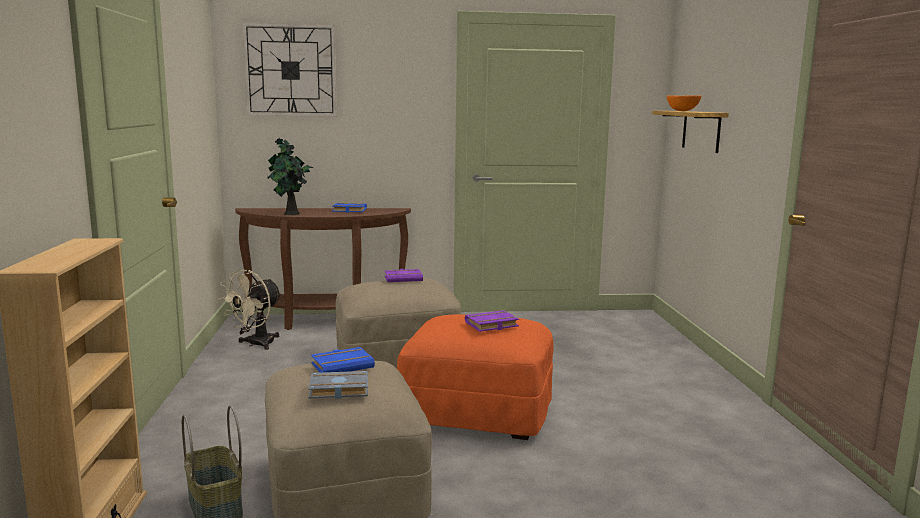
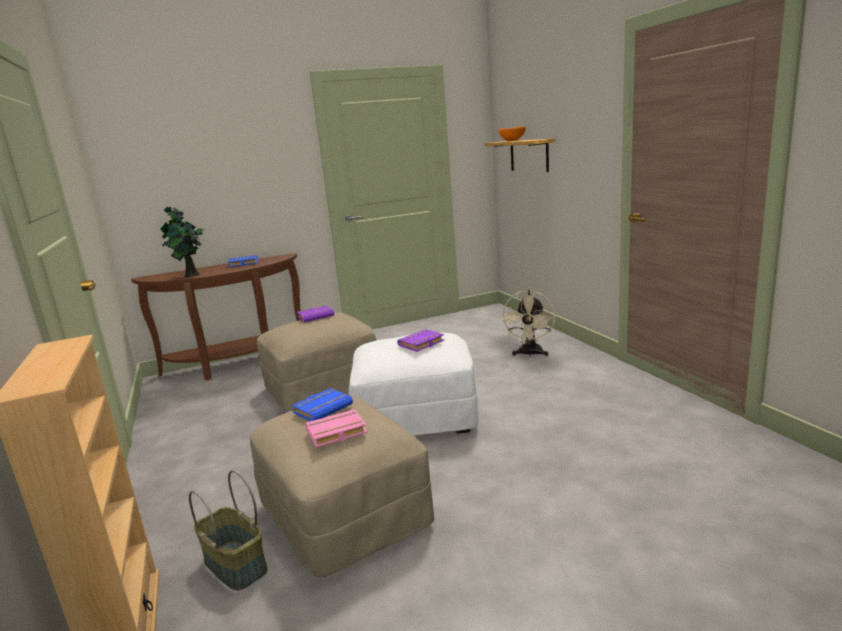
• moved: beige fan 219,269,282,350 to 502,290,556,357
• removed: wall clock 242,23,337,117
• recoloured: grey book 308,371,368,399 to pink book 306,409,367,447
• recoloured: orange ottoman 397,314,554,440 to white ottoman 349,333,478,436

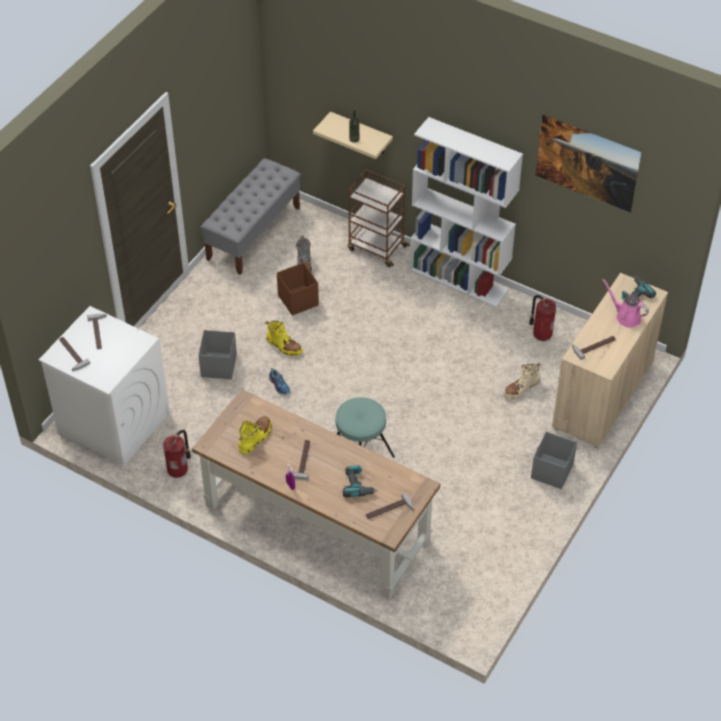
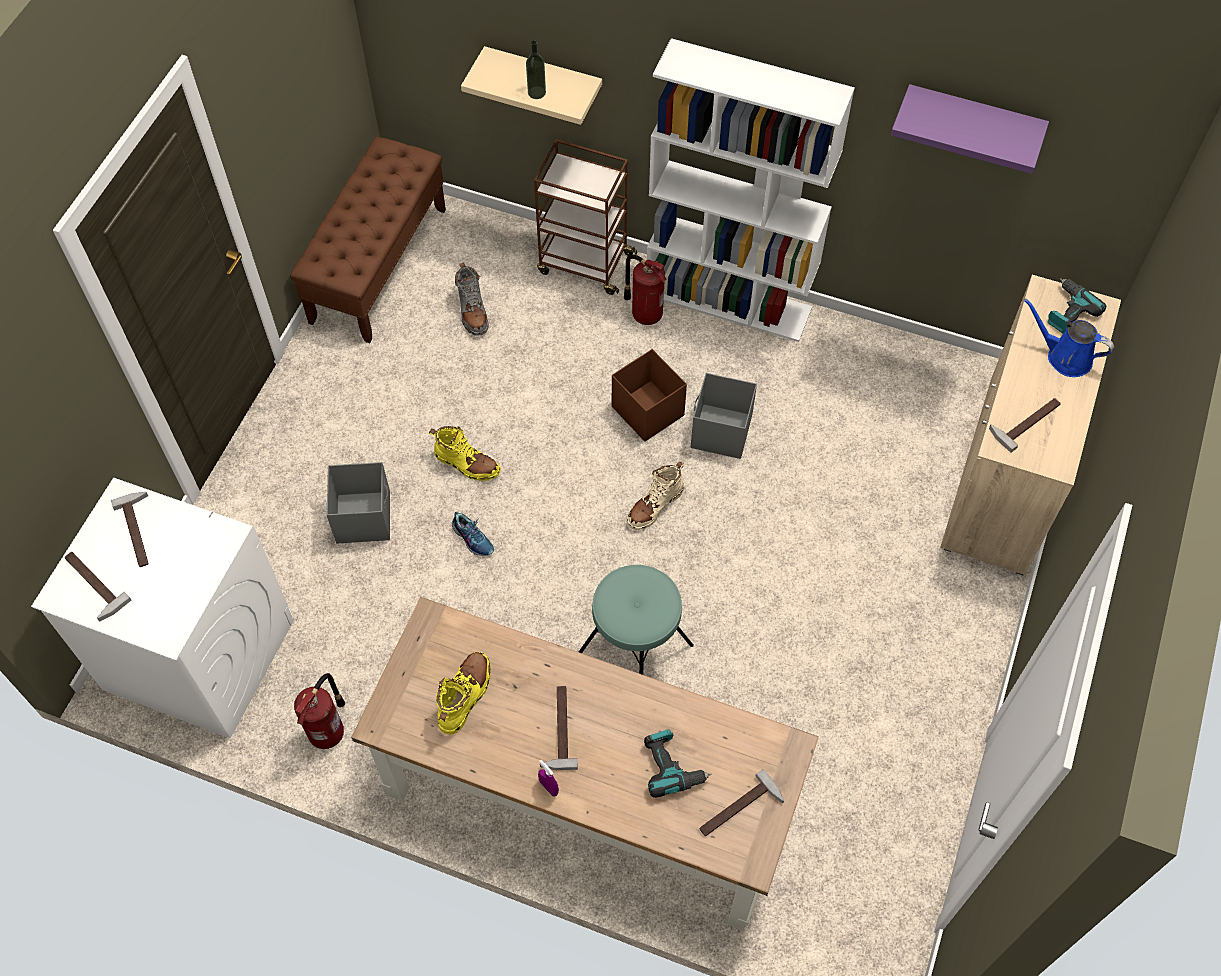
• recoloured: grey bench 201,158,301,275 to brown bench 290,137,446,343
• moved: brown storage box 277,262,319,316 to 612,349,687,442
• moved: beige boot 503,363,541,399 to 627,462,684,530
• moved: fire extinguisher 529,295,556,341 to 624,254,667,325
• moved: grey storage box 531,432,577,489 to 691,373,757,459
• replaced: picture 535,114,642,213 to purple shelf 891,84,1049,174
• recoloured: pink watering can 603,279,649,328 to blue watering can 1024,299,1114,377

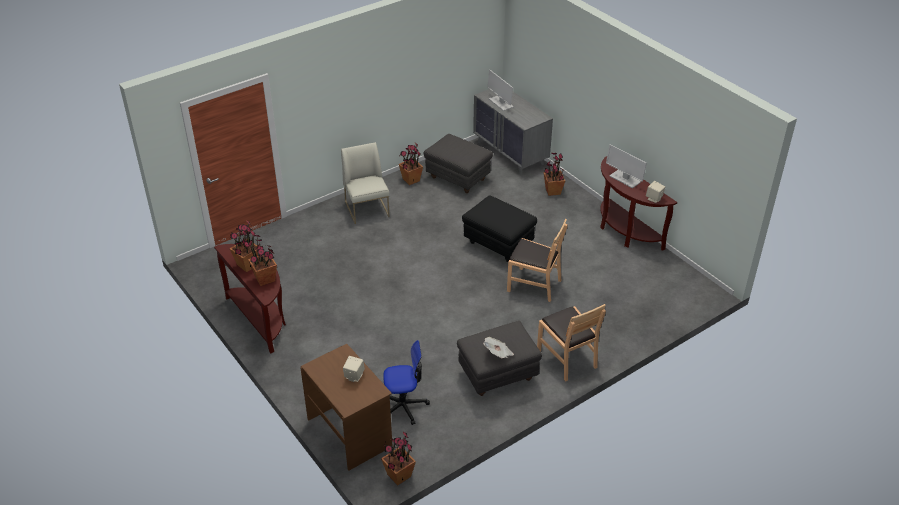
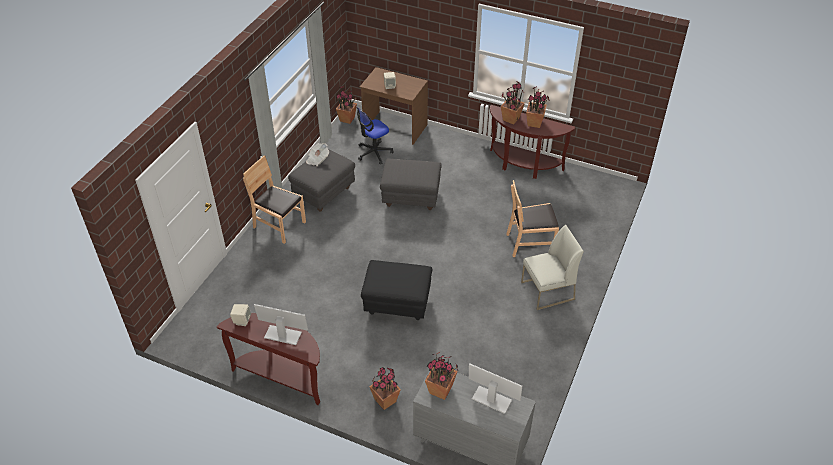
• turned: white chair 341,142,390,224 = 521,225,584,310 60 degrees counterclockwise
• moved: potted plant 399,143,423,185 to 425,352,458,400
• moved: grey ottoman 424,134,493,193 to 380,159,442,210
• moved: brown chair 507,219,568,302 to 506,180,559,257

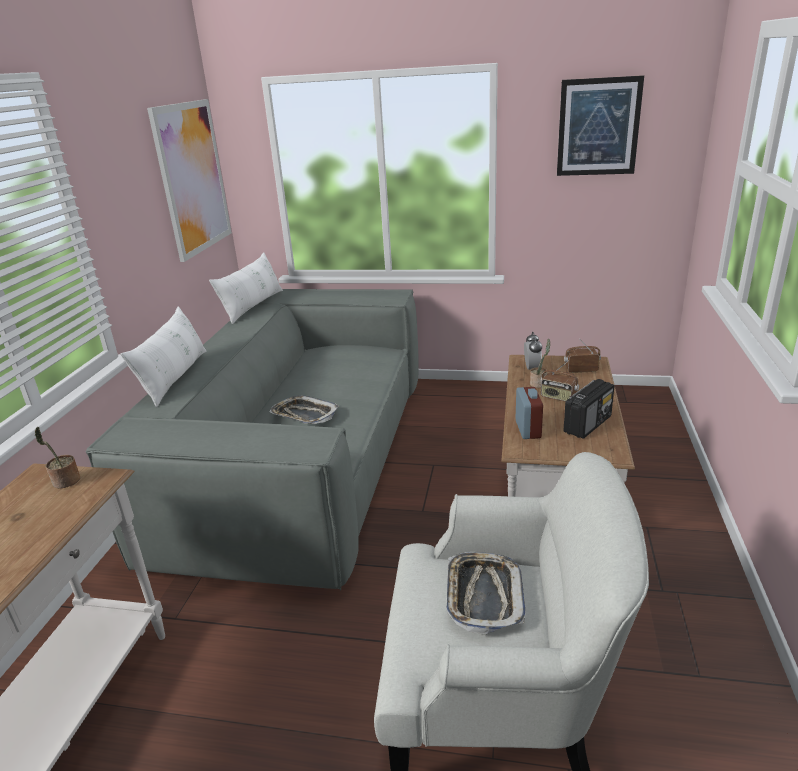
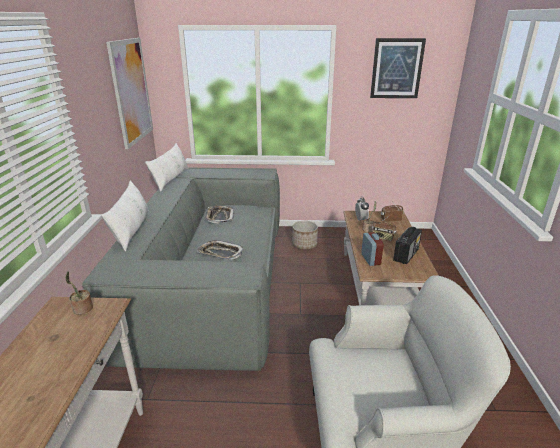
• moved: tray 446,552,526,634 to 205,206,234,224
• added: planter 292,221,318,249

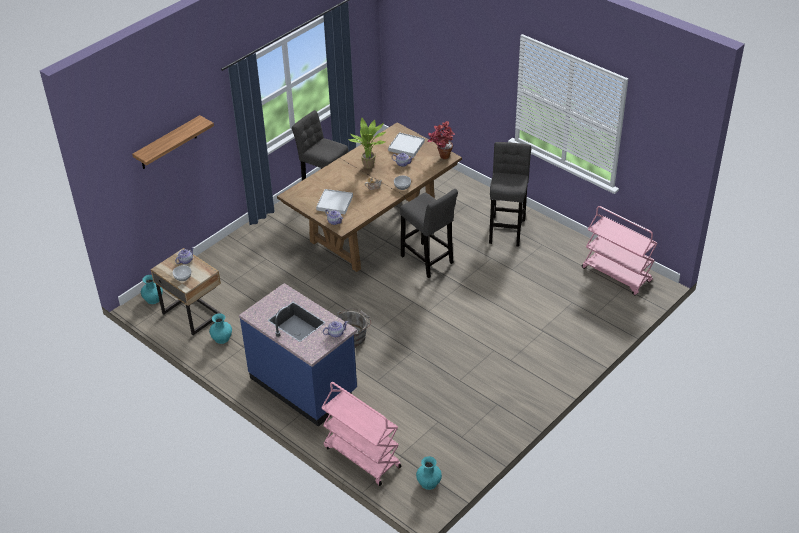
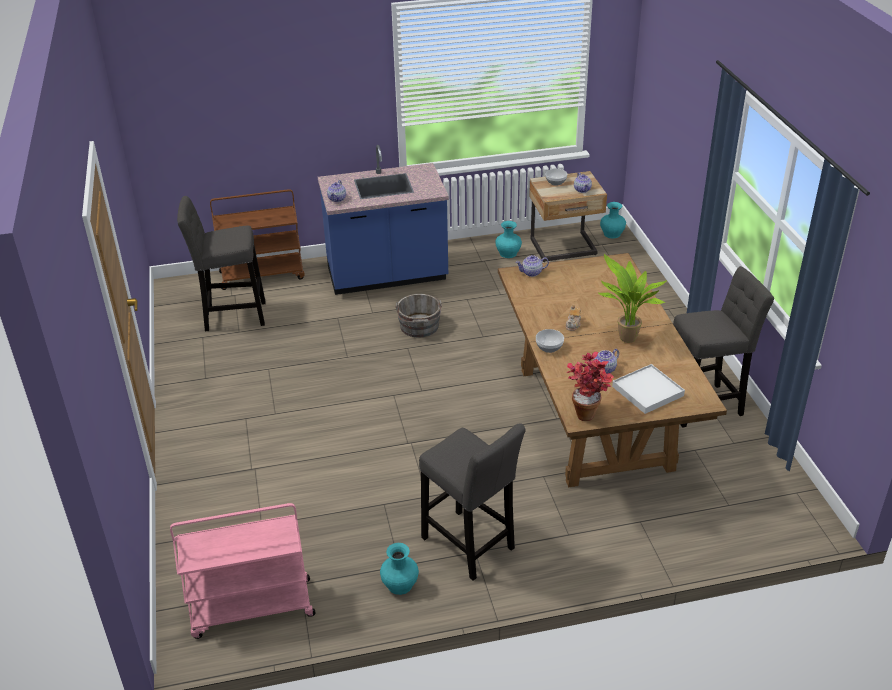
• removed: shelf 132,115,214,169
• removed: white tray 316,189,353,214
• recoloured: pink cart 321,382,401,486 to brown cart 210,189,304,290
• moved: grey stool 400,189,458,278 to 177,196,266,331
• moved: turquoise vase 416,456,442,490 to 380,543,419,595

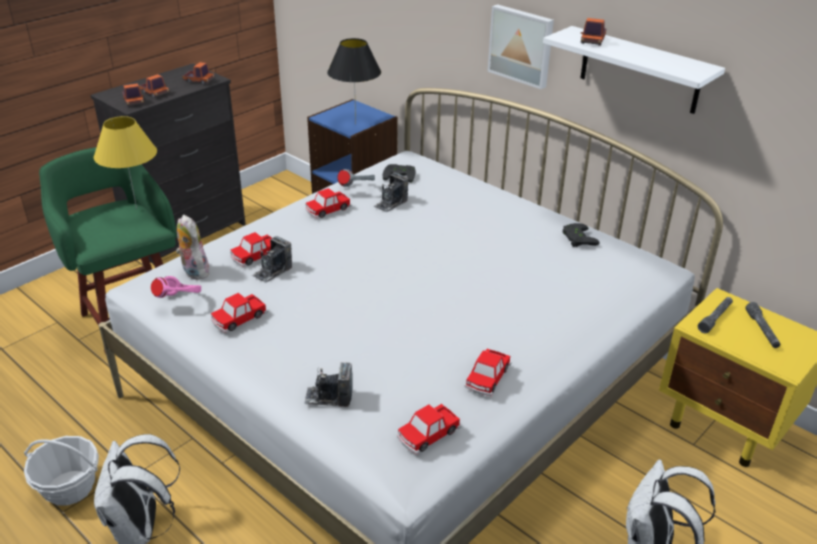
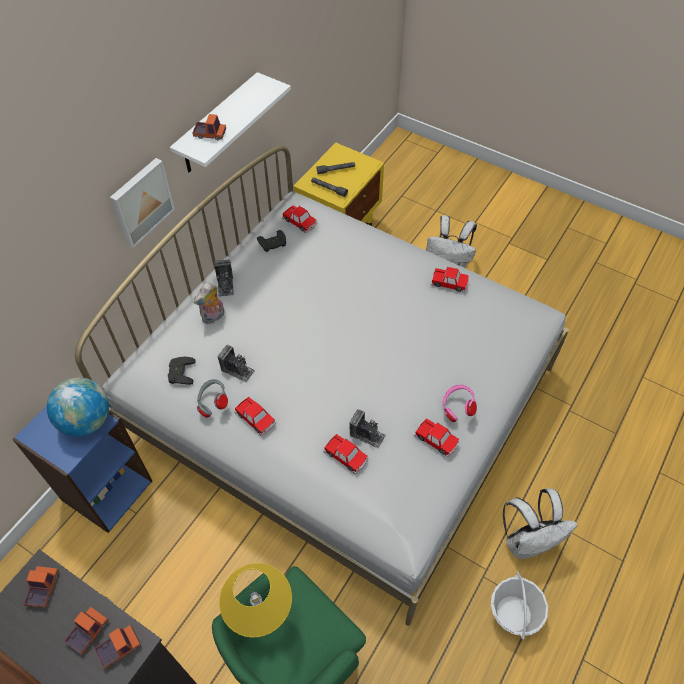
• moved: pink headphones 151,276,201,298 to 442,385,477,422
• moved: plush toy 176,215,209,280 to 194,281,225,324
• moved: photo camera 304,362,353,407 to 214,259,234,297
• replaced: black table lamp 327,38,381,124 to globe 47,377,109,436
• moved: toy car 397,404,461,455 to 282,205,317,233

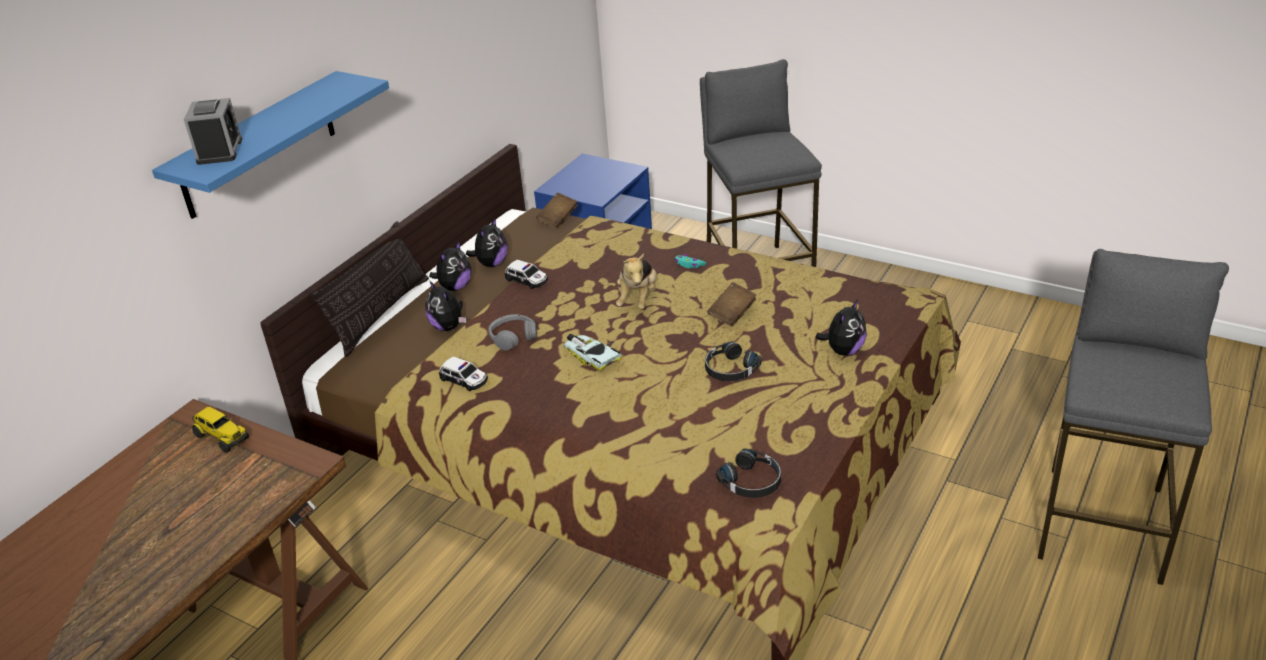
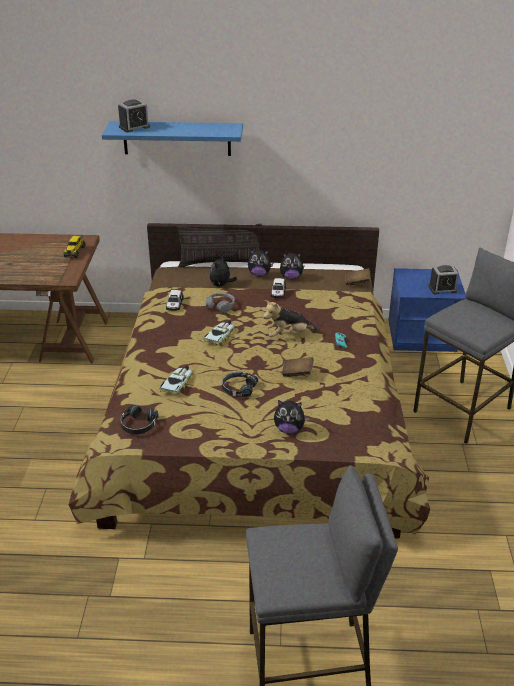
• added: toy car 159,365,193,395
• added: alarm clock 428,265,459,294

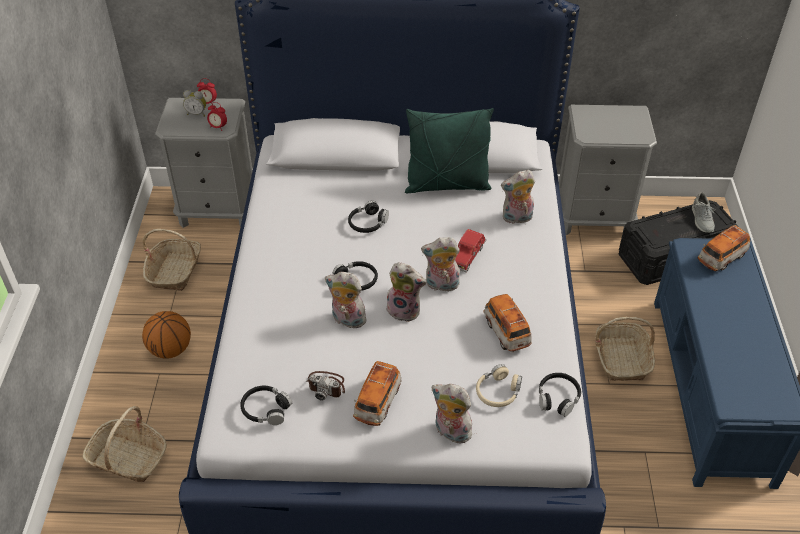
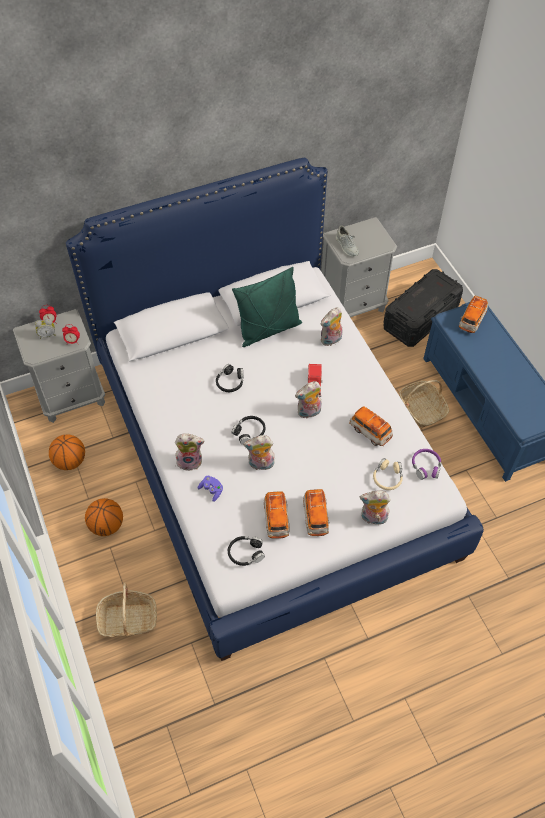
• replaced: basket 142,229,201,291 to basketball 49,434,85,470
• replaced: photo camera 306,371,345,401 to toy car 264,491,290,539
• moved: plush toy 386,262,426,322 to 175,433,205,471
• recoloured: black headphones 539,373,581,417 to purple headphones 412,449,441,480
• moved: grey shoe 692,192,715,233 to 336,226,359,257
• added: purple game controller 197,476,223,502

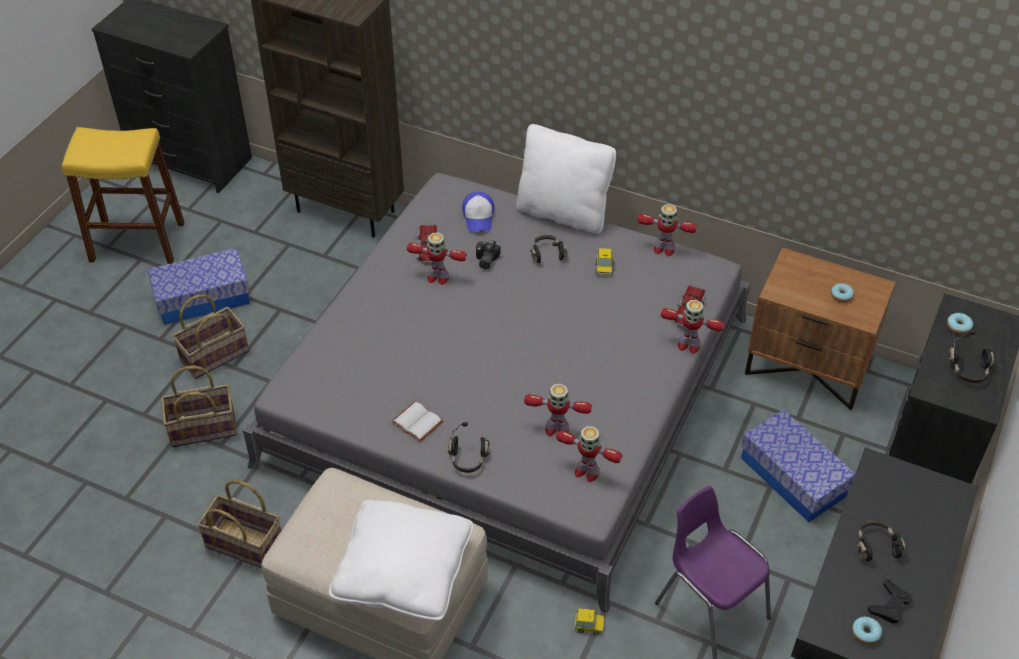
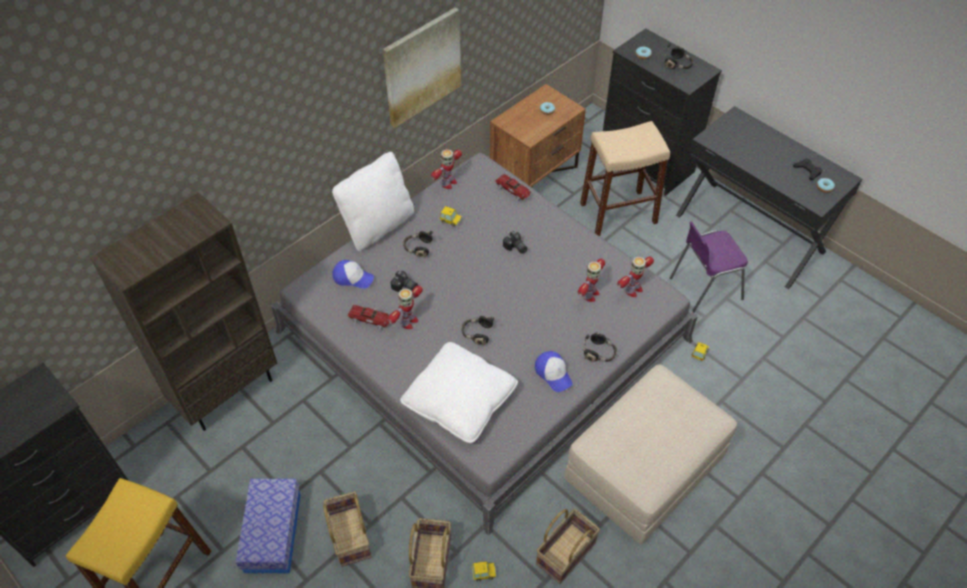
• moved: white pillow 329,500,474,621 to 400,342,518,443
• replaced: white book 391,401,444,442 to cap 535,351,573,392
• removed: toy robot 661,300,725,354
• replaced: storage box 741,409,855,522 to beige stool 580,121,670,236
• moved: black headphones 857,520,907,561 to 461,316,494,345
• added: picture 383,7,461,128
• added: toy car 472,561,496,581
• added: photo camera 503,231,528,254

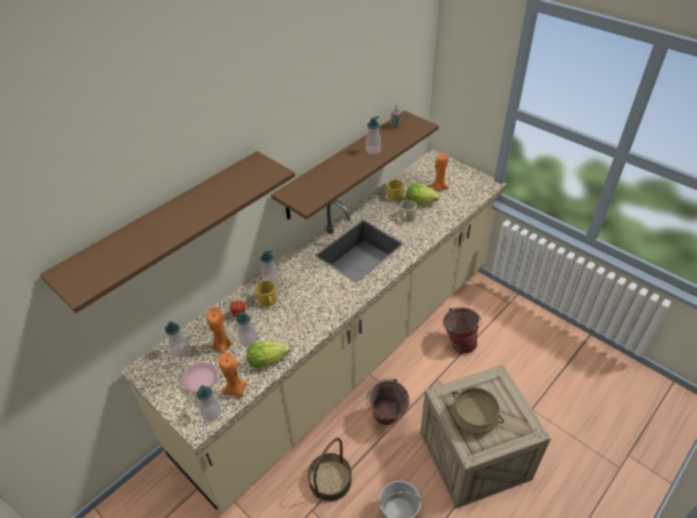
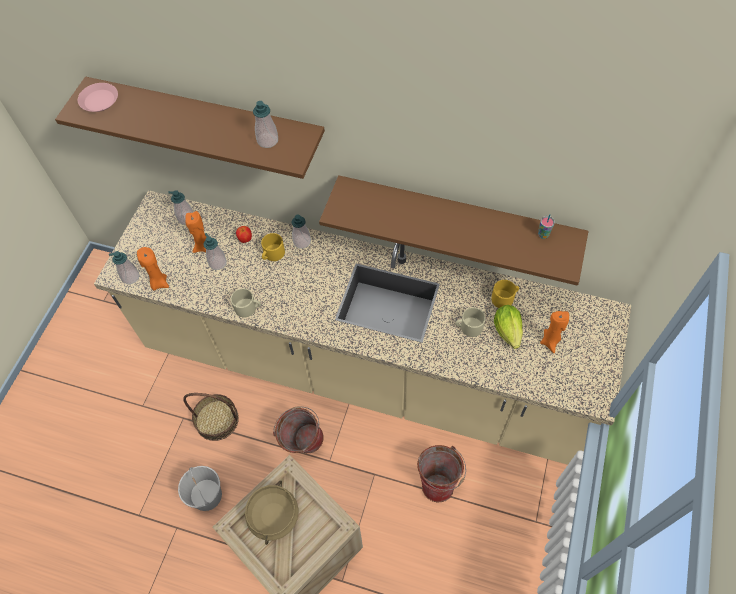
• moved: pink plate 181,362,218,393 to 78,83,118,112
• removed: lettuce 247,341,290,368
• moved: soap dispenser 366,116,381,154 to 253,101,278,148
• added: beige mug 231,289,261,317

